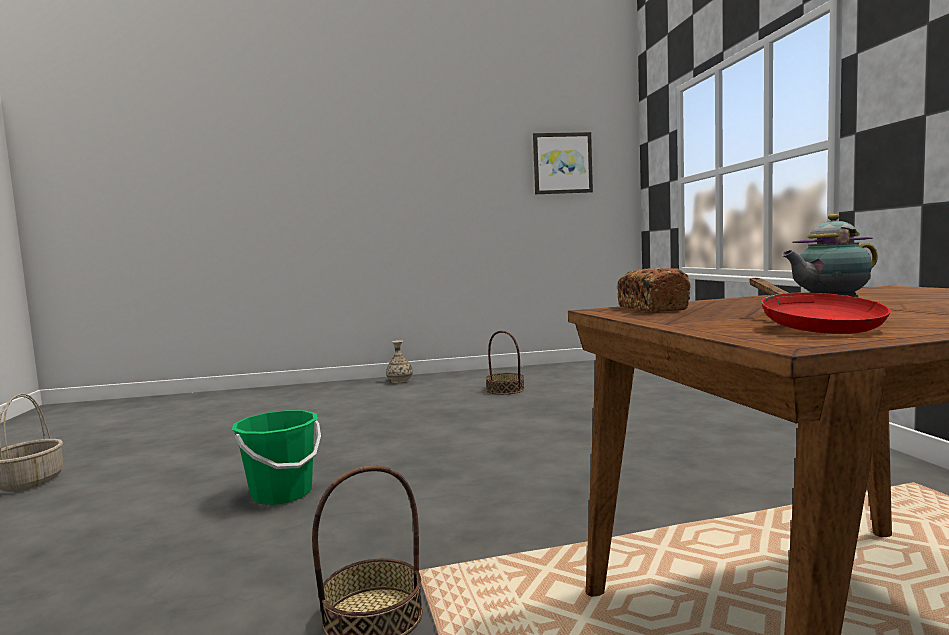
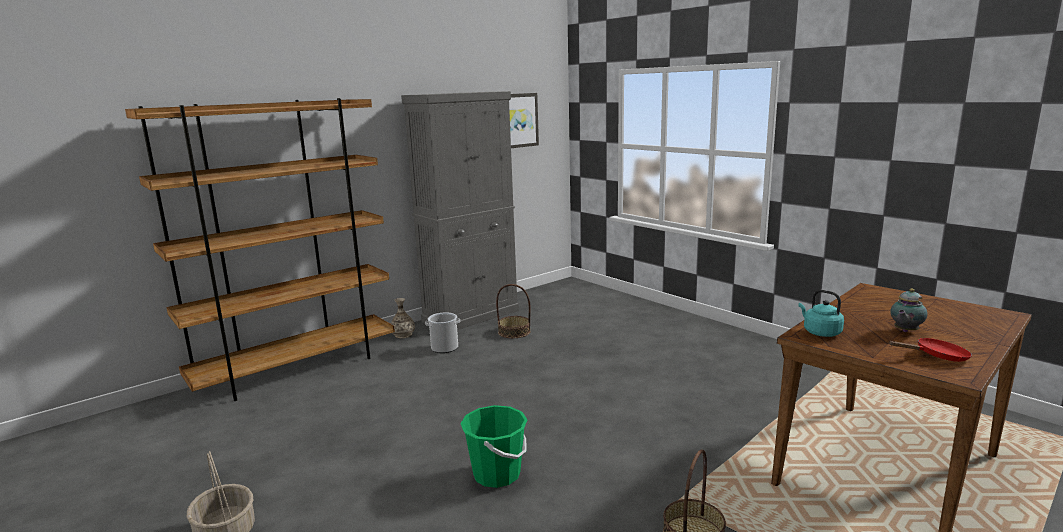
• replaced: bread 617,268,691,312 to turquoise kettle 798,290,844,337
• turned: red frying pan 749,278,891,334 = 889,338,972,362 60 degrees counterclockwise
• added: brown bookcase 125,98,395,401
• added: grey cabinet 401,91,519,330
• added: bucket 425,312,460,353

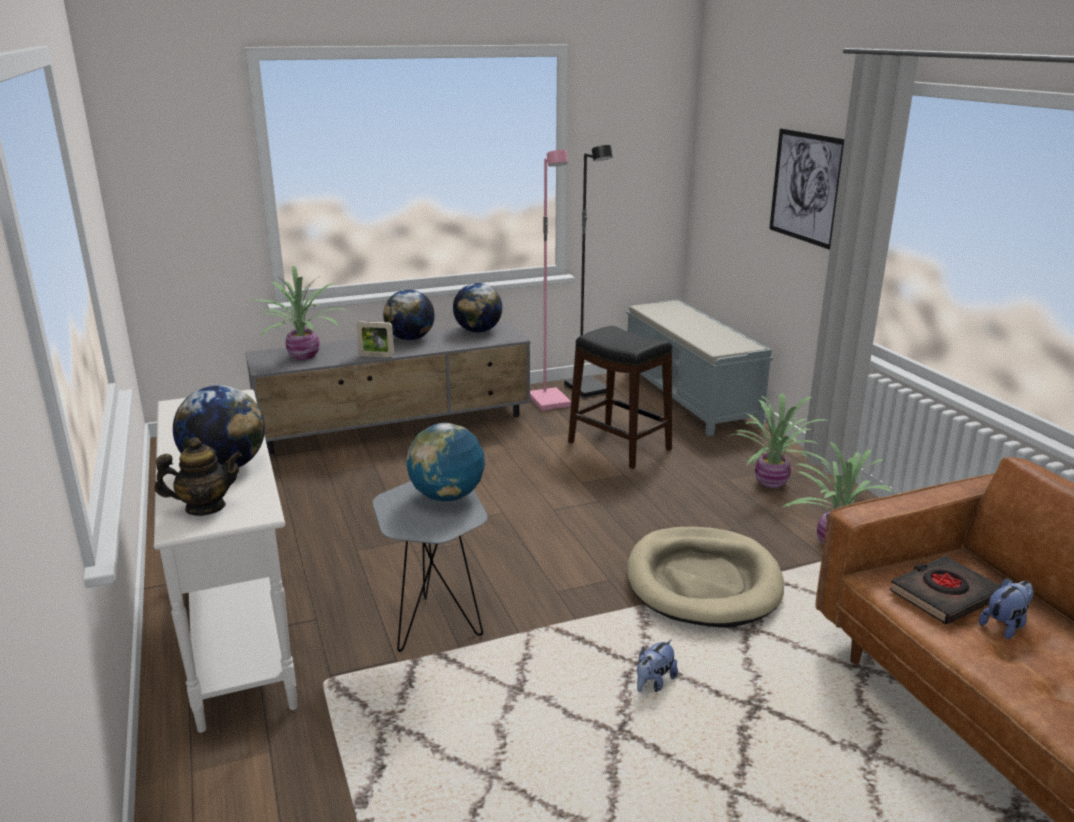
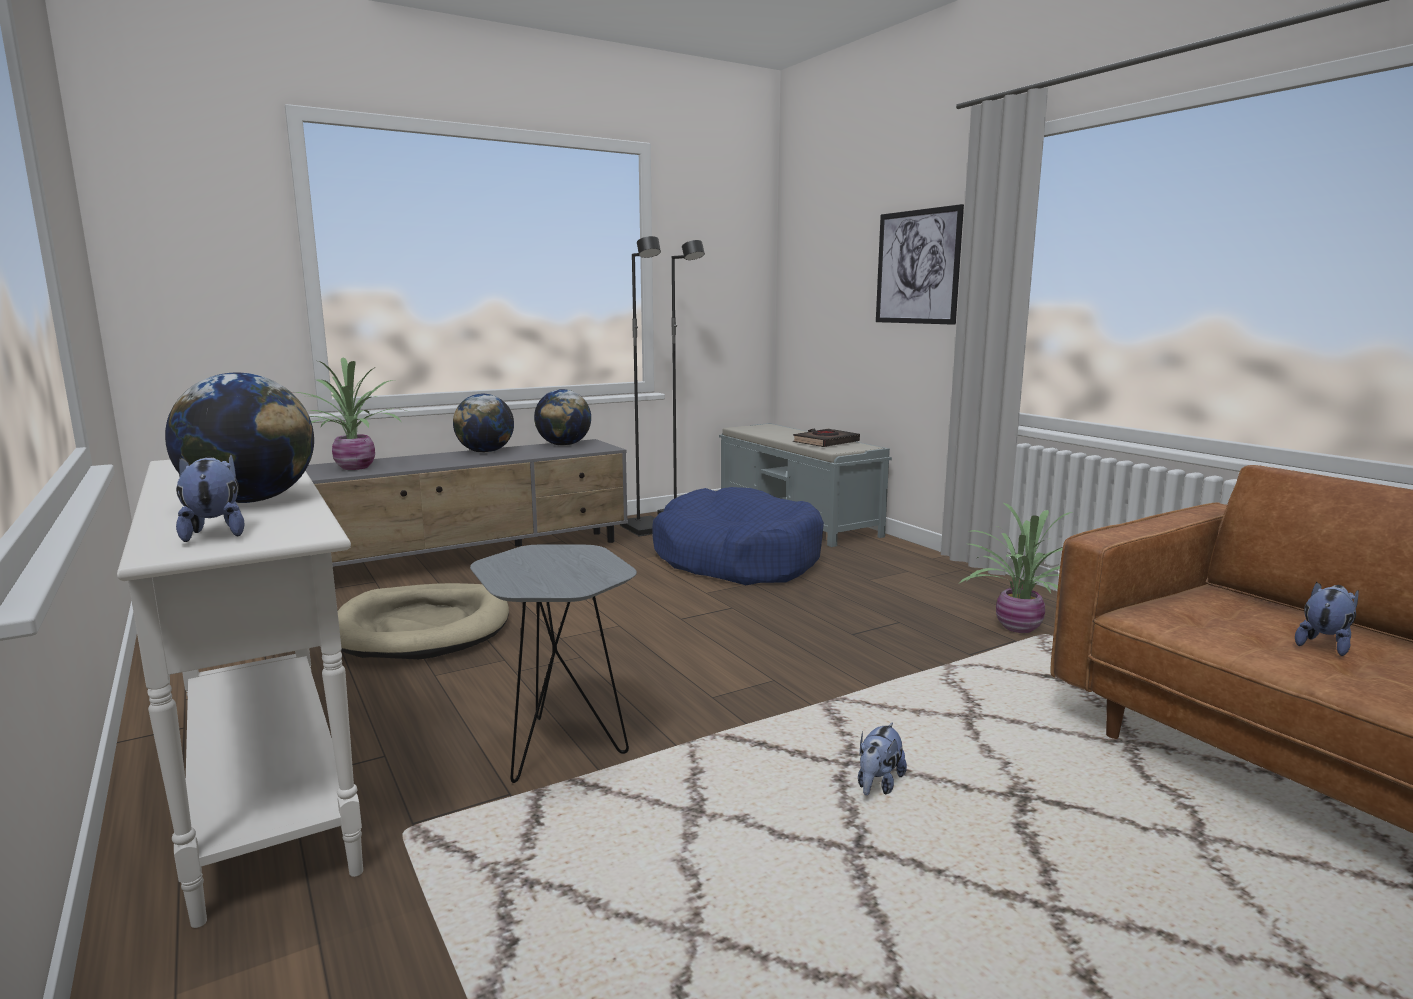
• replaced: teapot 155,437,242,516 to plush toy 176,454,245,542
• removed: picture frame 356,321,394,357
• removed: globe 406,423,485,502
• recoloured: pink floor lamp 530,150,571,411 to black floor lamp 620,236,661,537
• replaced: black stool 568,326,672,469 to blue dog bed 652,487,824,585
• moved: beige dog bed 627,527,784,628 to 338,583,509,660
• removed: potted plant 729,393,831,488
• moved: black book 889,556,1000,624 to 793,429,860,447

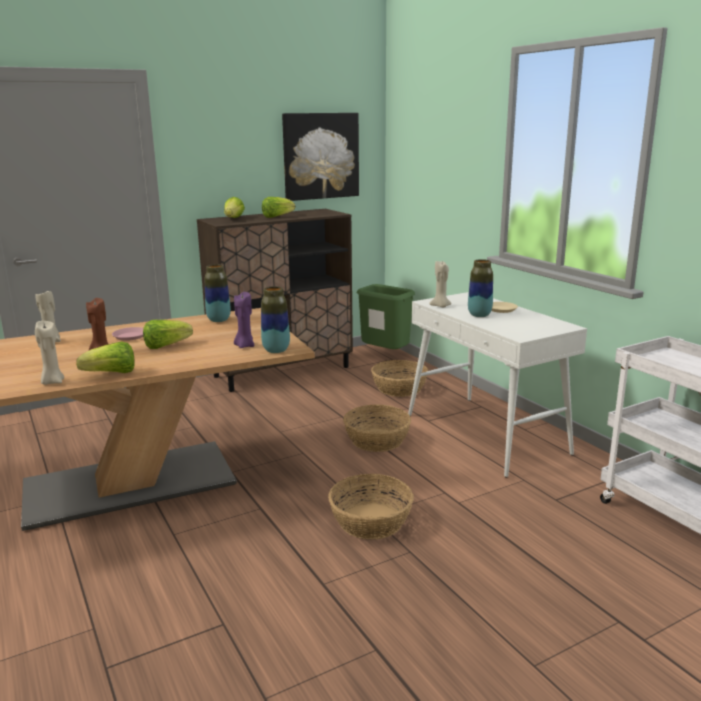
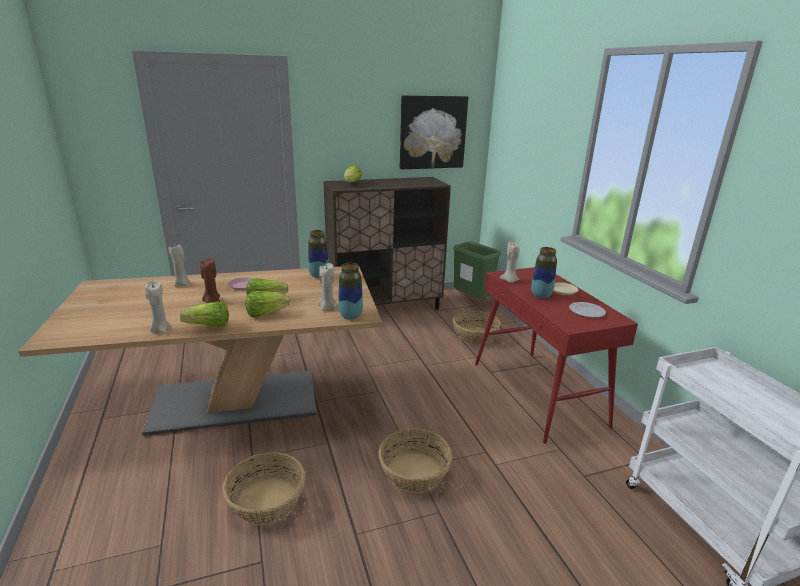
• recoloured: purple candle 234,292,254,348 to beige candle 318,263,336,311
• moved: lettuce 262,197,295,218 to 245,291,290,317
• moved: basket 343,404,411,452 to 222,452,305,525
• recoloured: white console table 408,292,587,477 to red console table 475,267,638,444
• added: plate 569,302,606,318

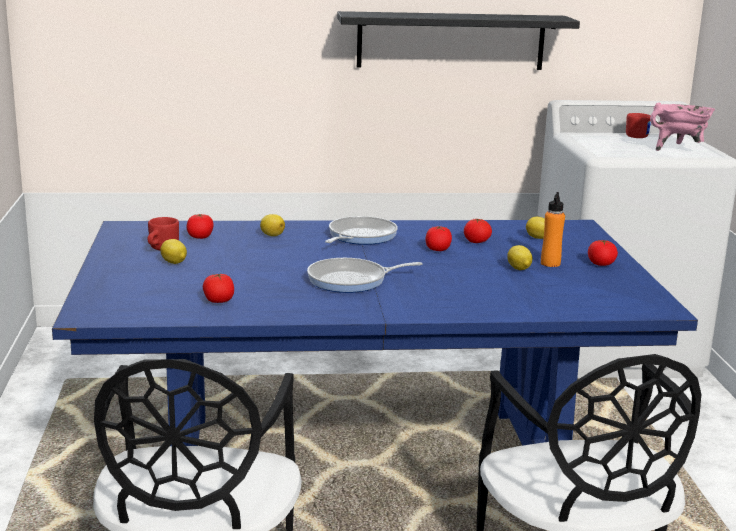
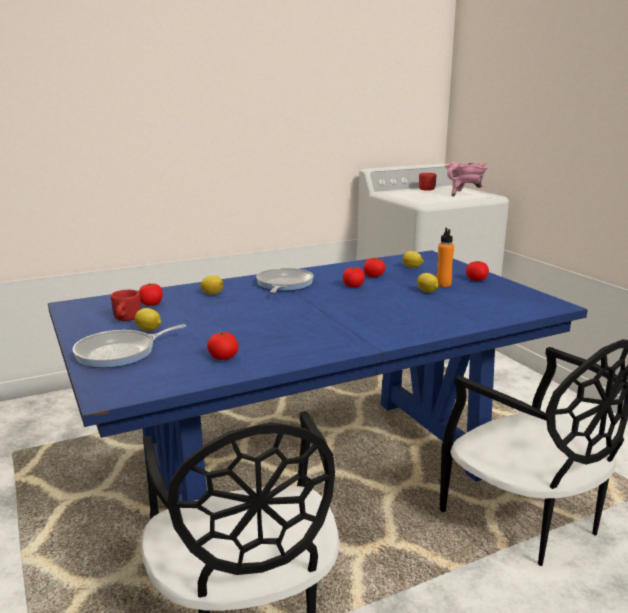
• moved: frying pan 307,258,422,293 to 73,324,186,368
• removed: black shelf 337,11,580,70

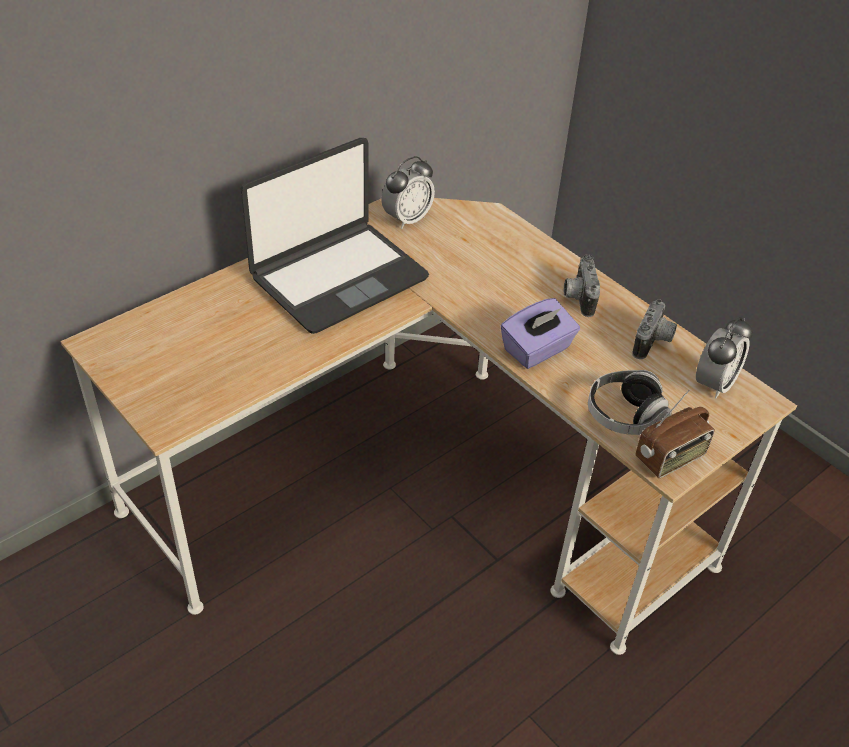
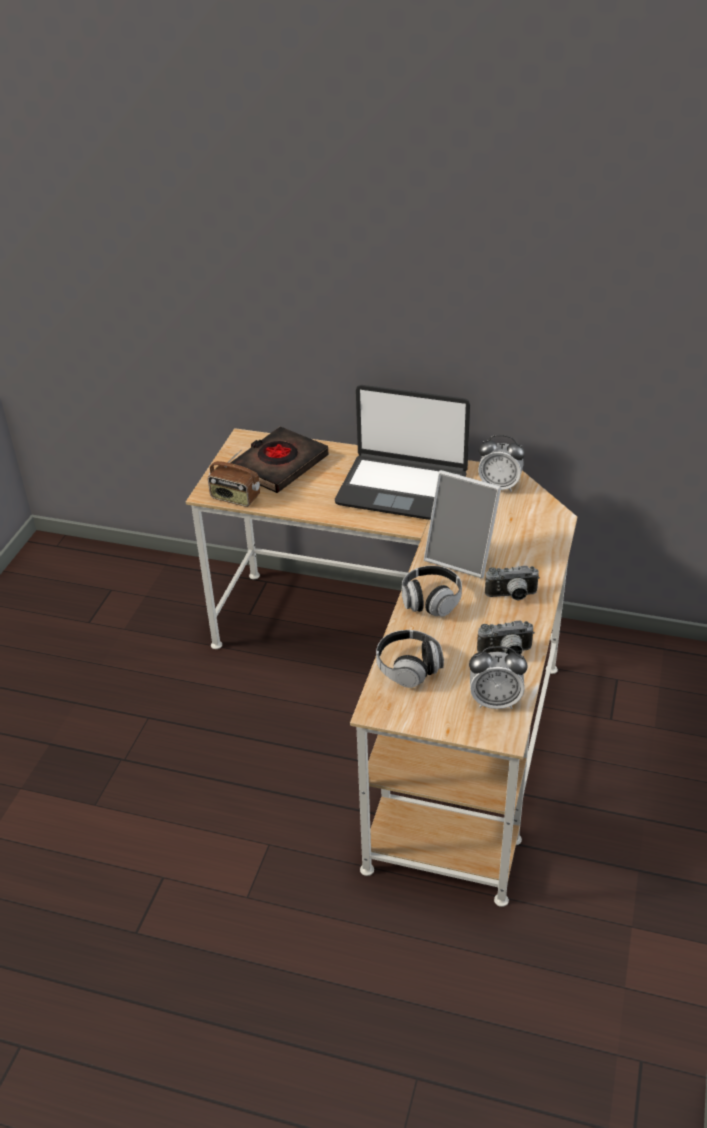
• replaced: purple tissue box 501,298,580,369 to headphones 402,566,462,617
• turned: photo camera 564,254,600,317 = 485,566,540,600 150 degrees counterclockwise
• moved: radio 635,390,715,478 to 208,450,260,507
• added: black book 230,427,329,493
• added: picture frame 424,470,501,578

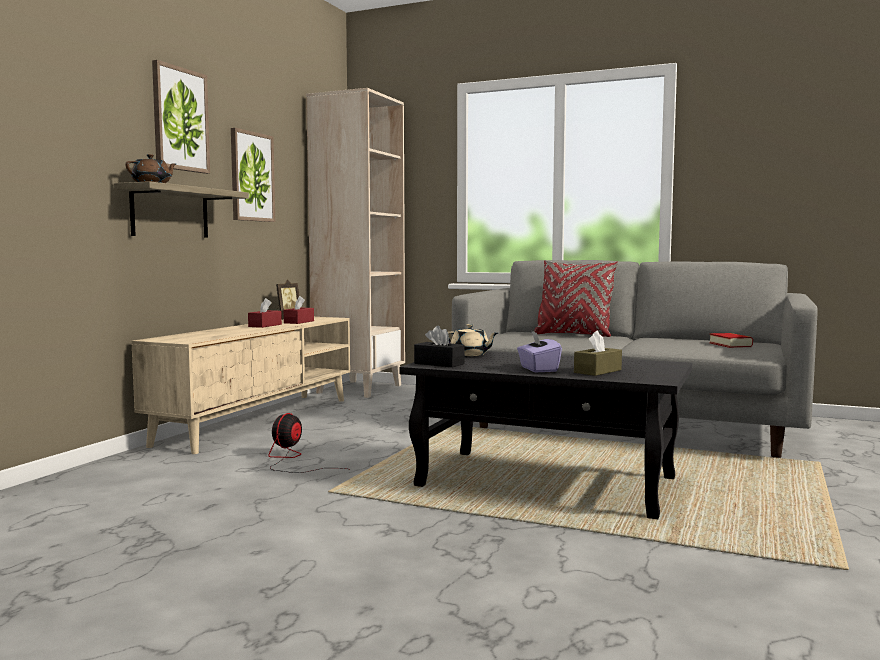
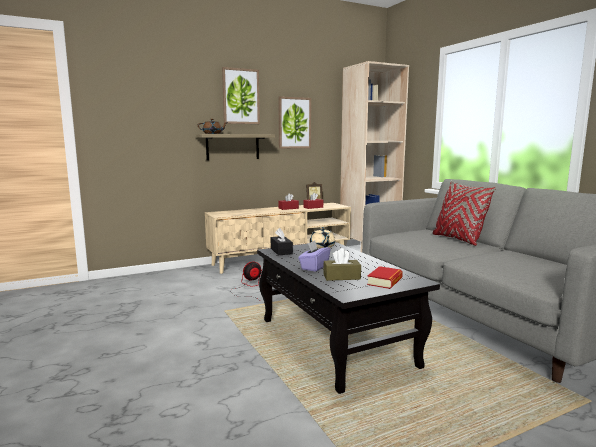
• moved: book 709,333,753,348 to 367,266,403,289

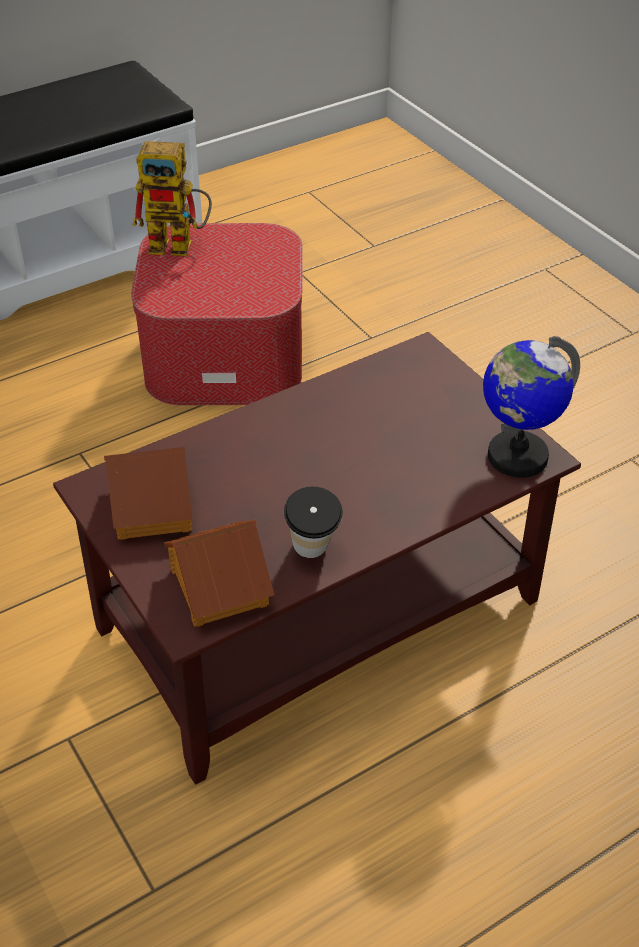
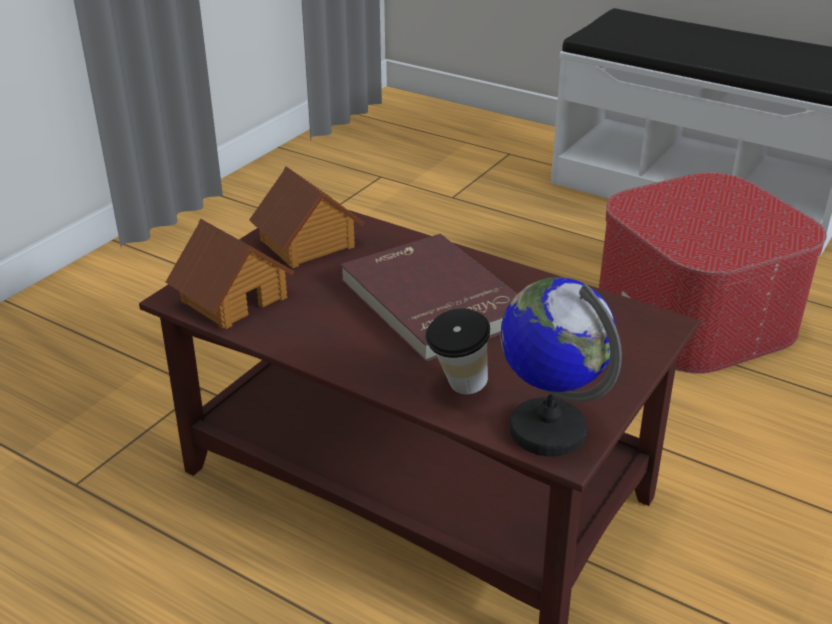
• removed: toy robot 132,141,212,256
• moved: cup 284,486,343,558 to 426,309,490,394
• added: red book 340,234,517,362

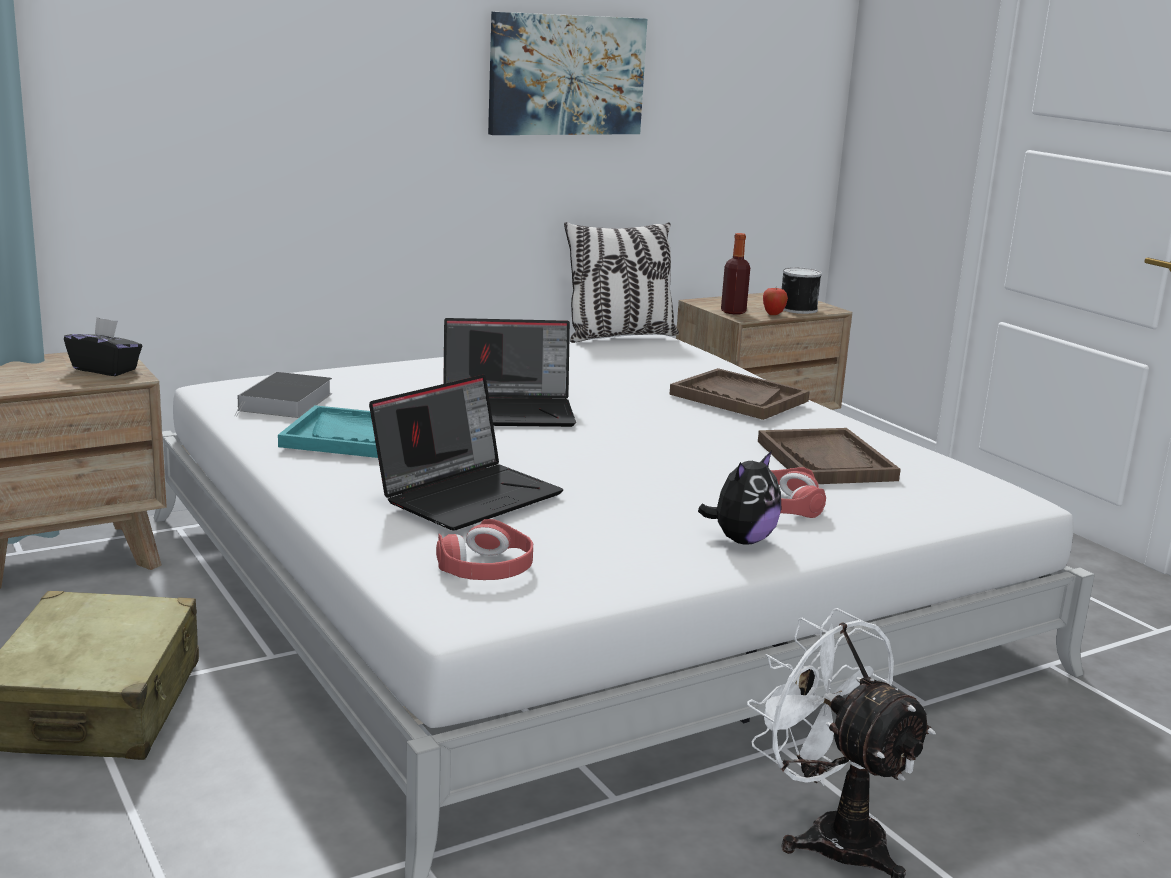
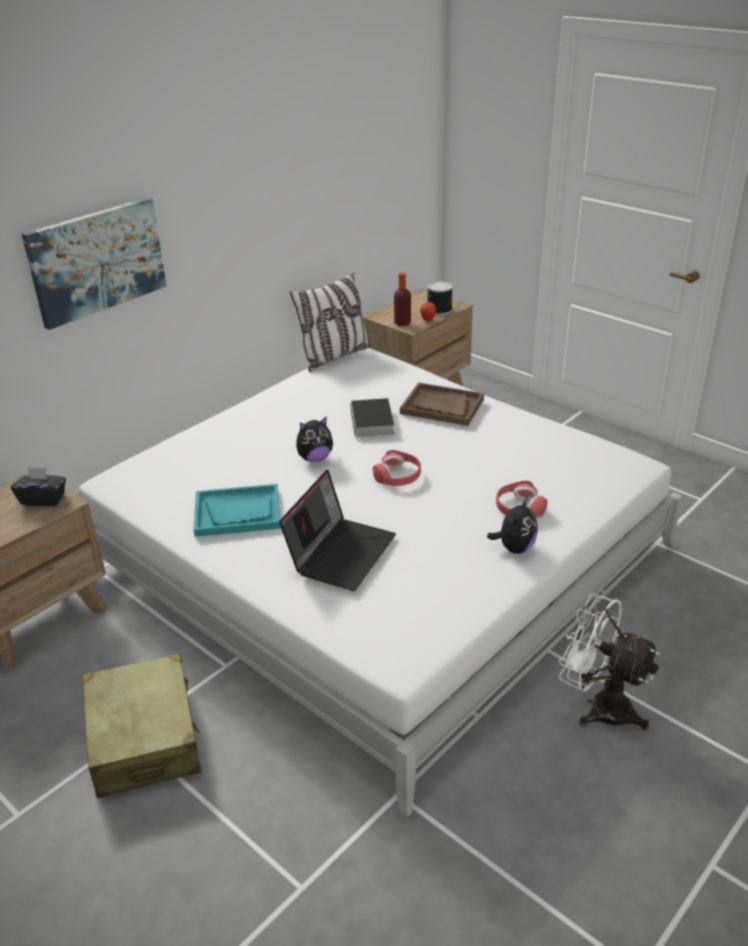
• moved: book 234,372,332,418 to 350,398,394,442
• moved: red headphones 436,519,533,580 to 373,450,421,486
• replaced: laptop 443,318,576,427 to plush toy 296,416,333,462
• moved: picture 488,12,647,135 to 22,197,167,330
• removed: brown tray 758,428,901,484

